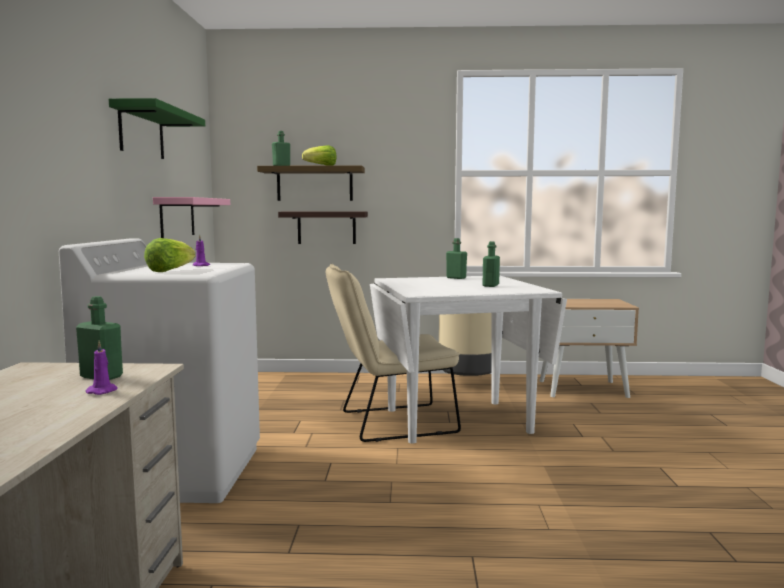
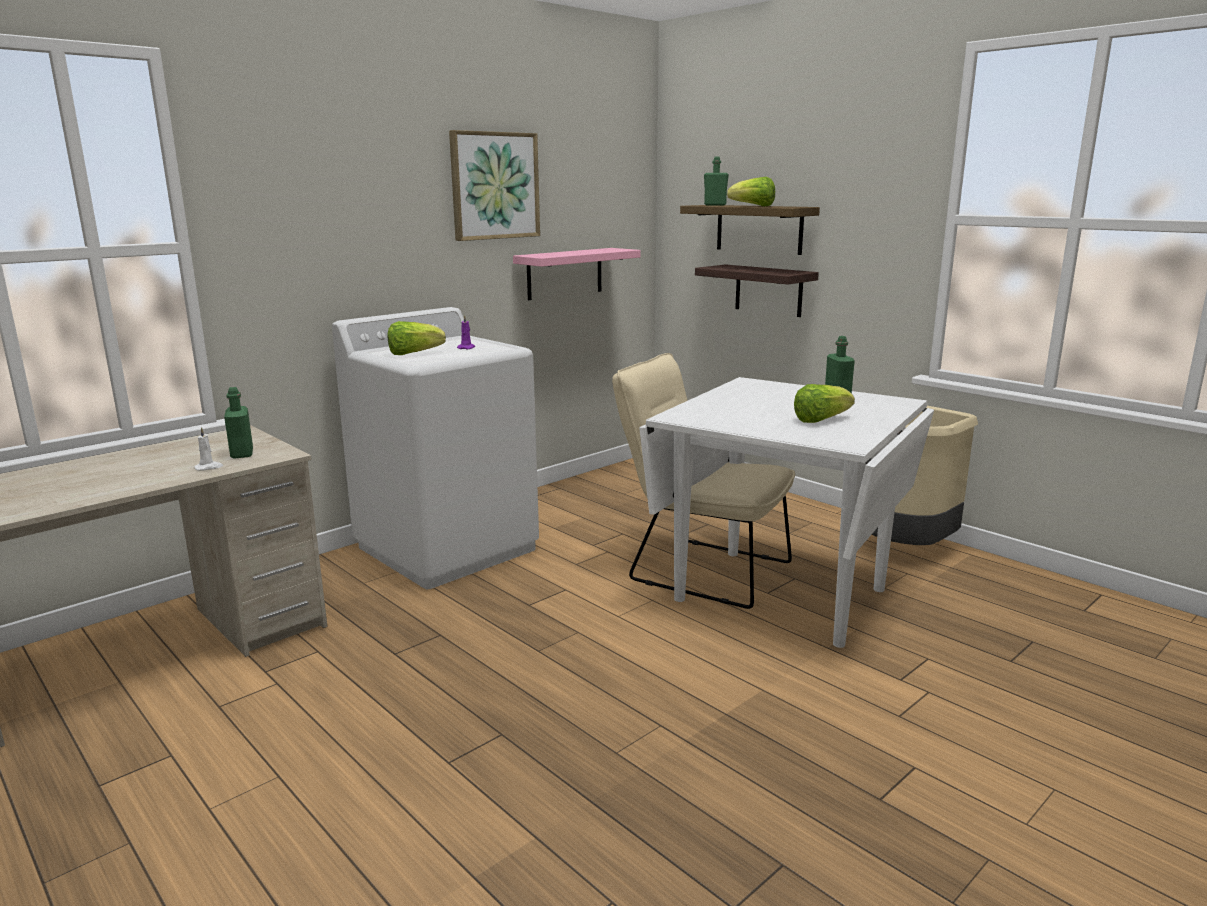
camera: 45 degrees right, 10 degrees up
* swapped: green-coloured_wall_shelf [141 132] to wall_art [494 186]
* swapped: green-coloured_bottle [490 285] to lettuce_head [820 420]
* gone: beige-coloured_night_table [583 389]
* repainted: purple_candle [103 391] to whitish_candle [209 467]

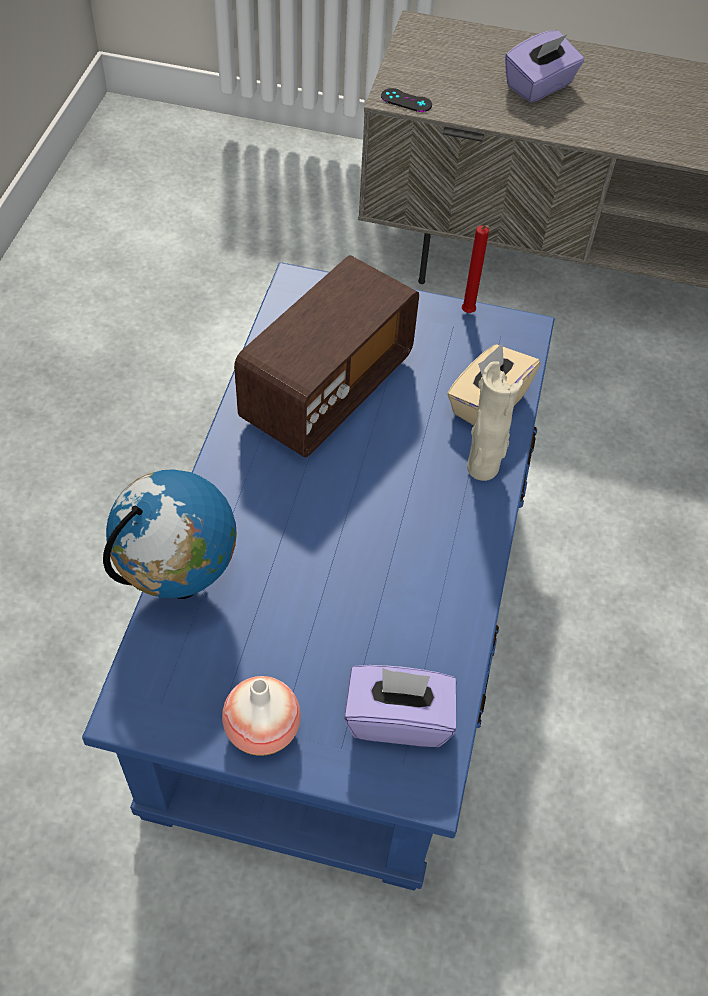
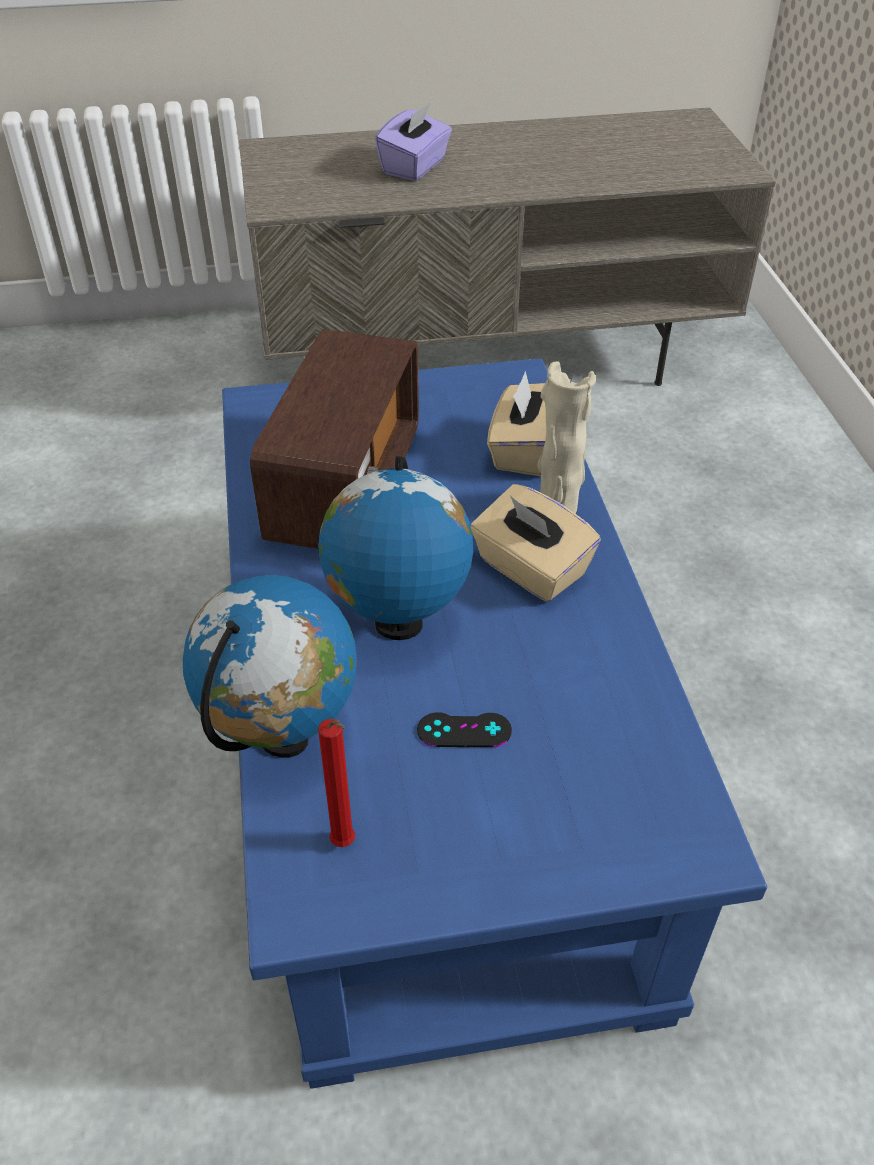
camera: 20 degrees left, 10 degrees down
* shifted: blackish_game_controller [406 100] to [464 730]
* shifted: red-coloured_candle [468 314] to [345 845]
* gone: purple_tissue_box [398 718]
* gone: flower_vase [262 729]
* new: desk_globe [398 624]
* new: beige-coloured_tissue_box [530 569]

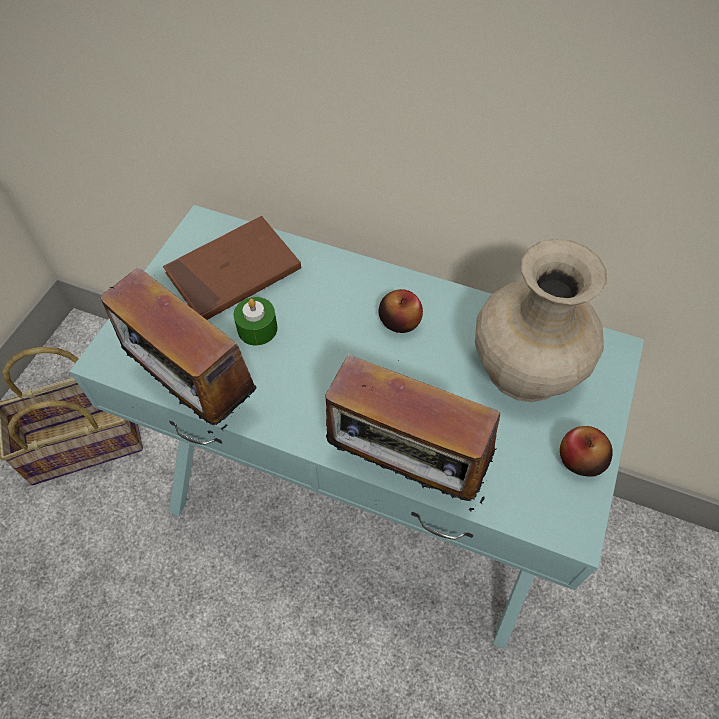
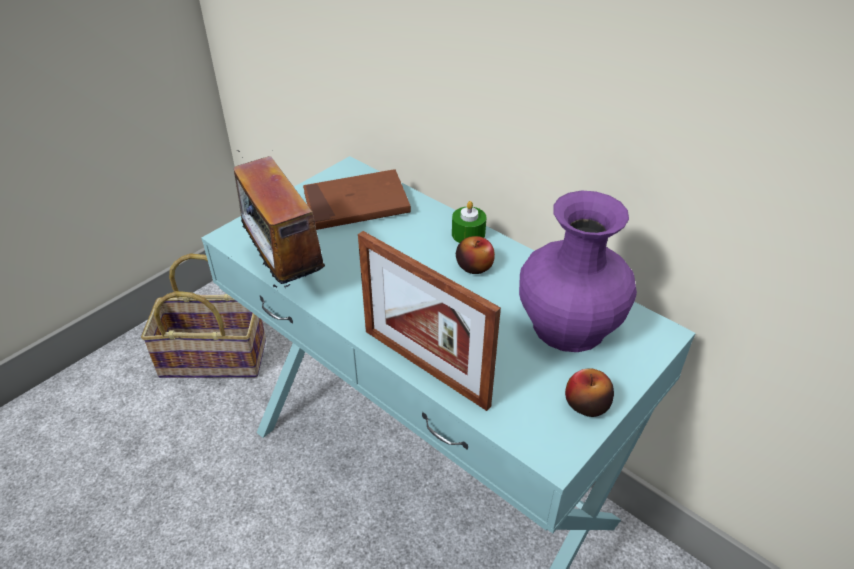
camera: 20 degrees right, 15 degrees down
* repainted: beige-coloured_flower_vase [527 369] to purple_flower_vase [570 326]
* shifted: green-coloured_candle [257 329] to [468 234]
* swapped: radio [405 468] to picture_frame [425 367]

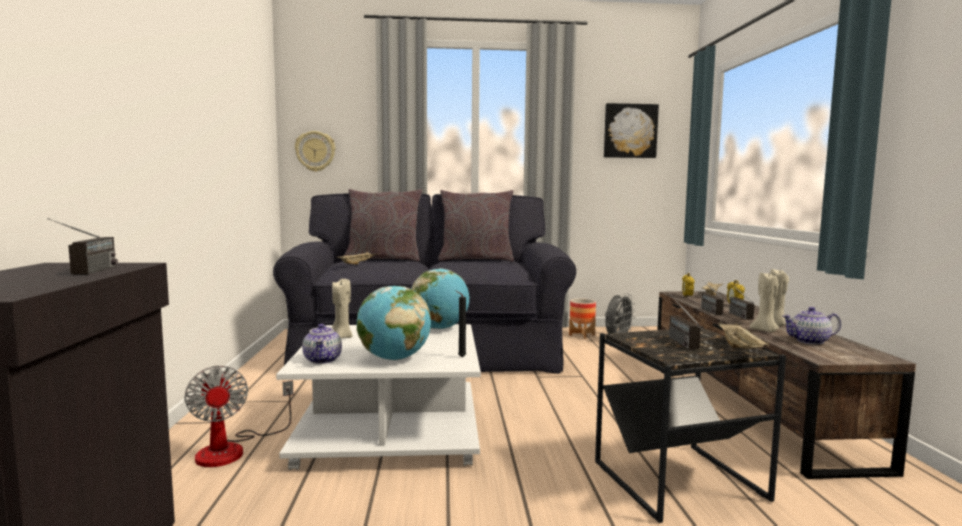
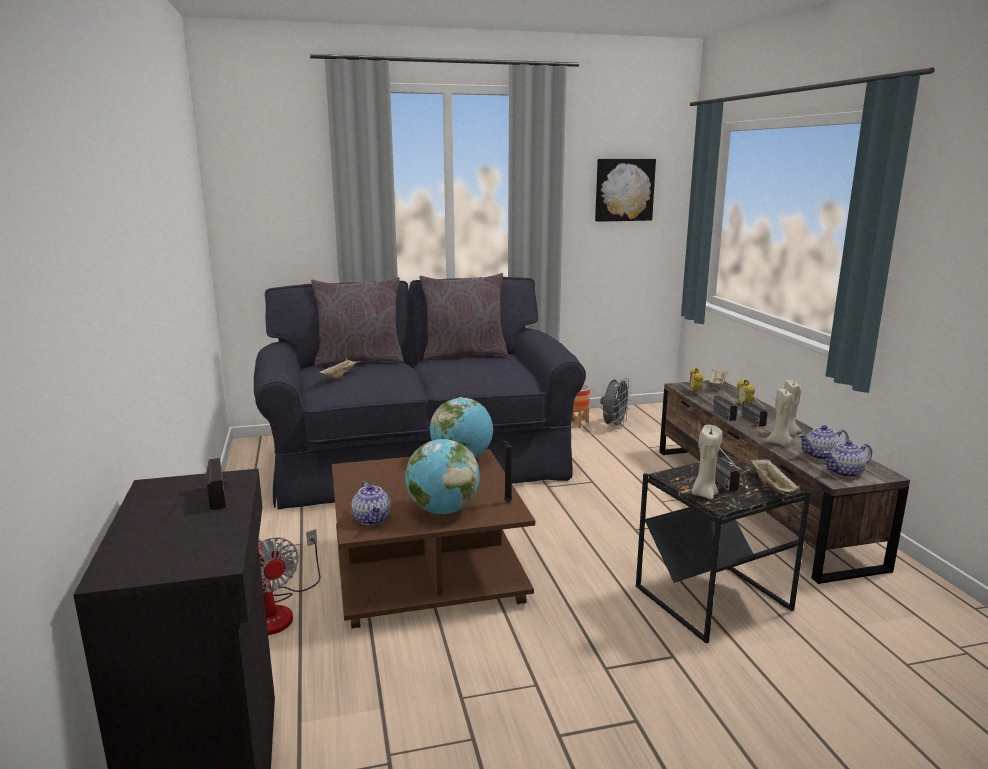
camera: 10 degrees left, 10 degrees up
* gone: hanging_clock [315 151]
* shifted: beige-coloured_candle [341 337] to [704 494]
* repainted: whitish_low_table [392 429] to brown-coloured_low_table [429 569]
* new: teapot [845 473]

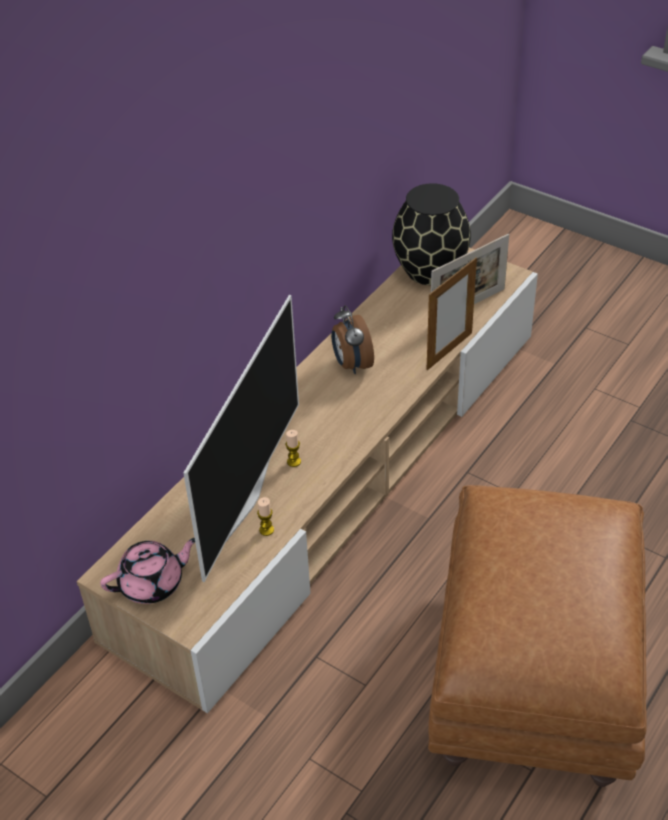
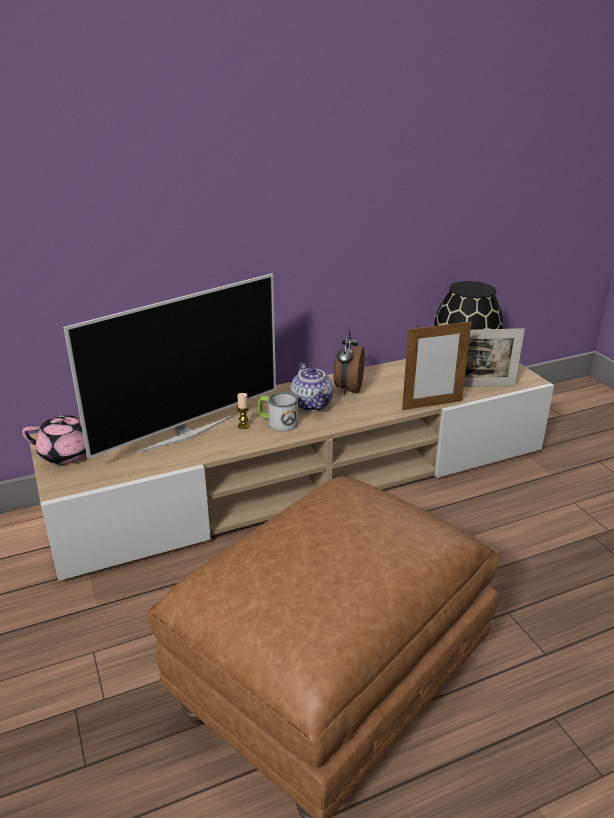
camera: 30 degrees right, 15 degrees down
* gone: candle [266 530]
* new: teapot [313 404]
* new: coffee_mug [278 422]

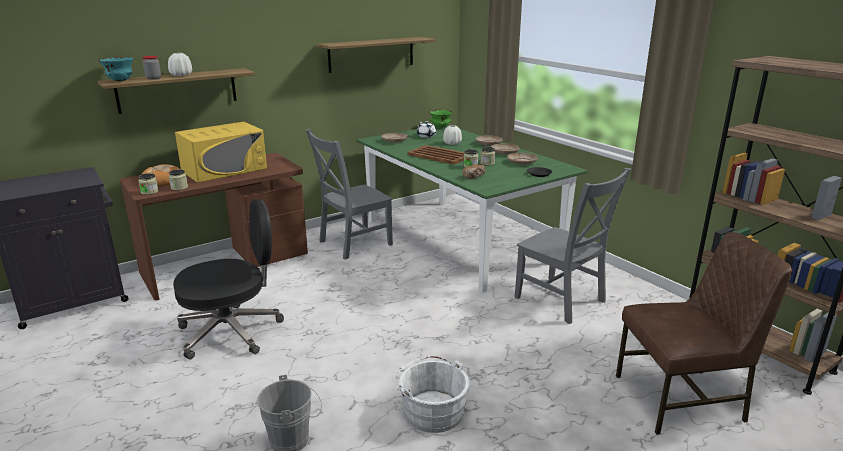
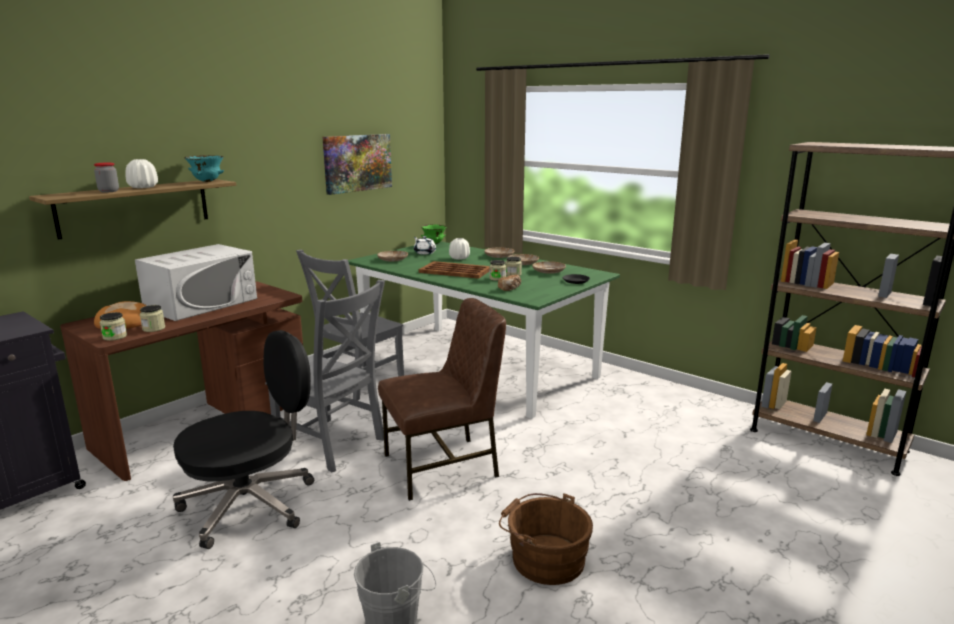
camera: 15 degrees left, 5 degrees down
* swapped: wall_shelf [371 54] to wall_art [357 163]
* shifted: blue-green_deep_dish [120 81] to [207 182]
* repainted: yellow-coloured_microwave_oven [224 169] to whitish_microwave_oven [202 304]
* shifted: greyish_upright_chair [562 301] to [333 445]
* shifted: brown-coloured_upright_chair [681 399] to [443 466]
* repainted: whitish_bucket [431 410] to brown-coloured_bucket [544 558]

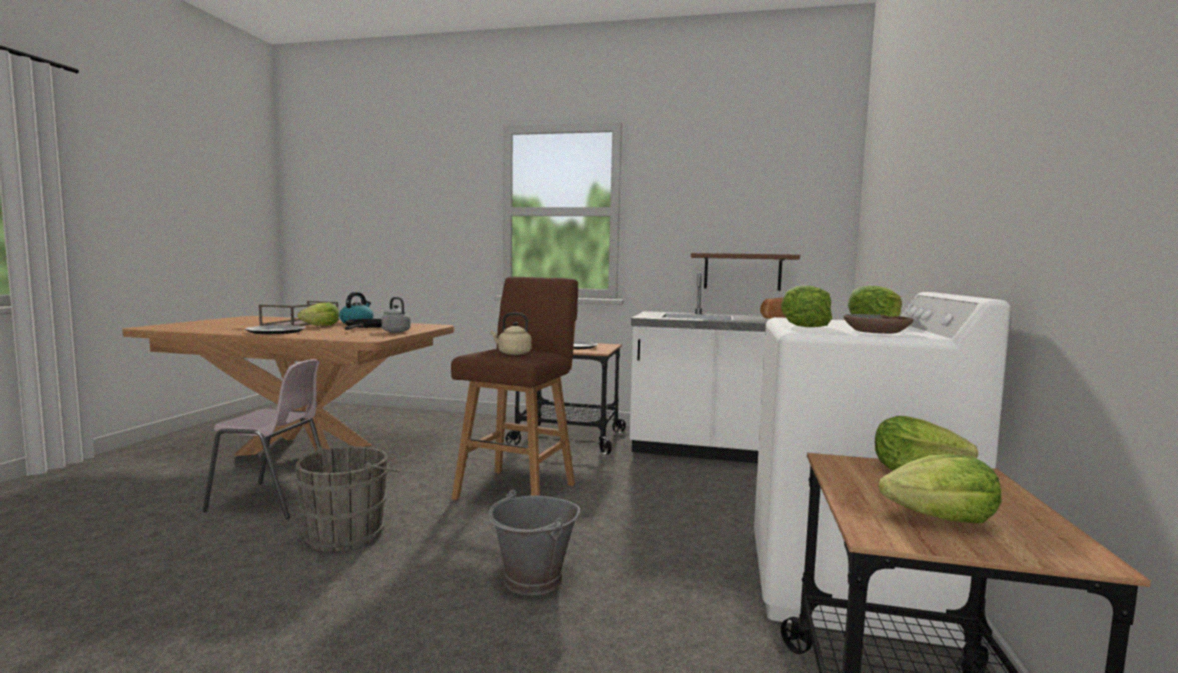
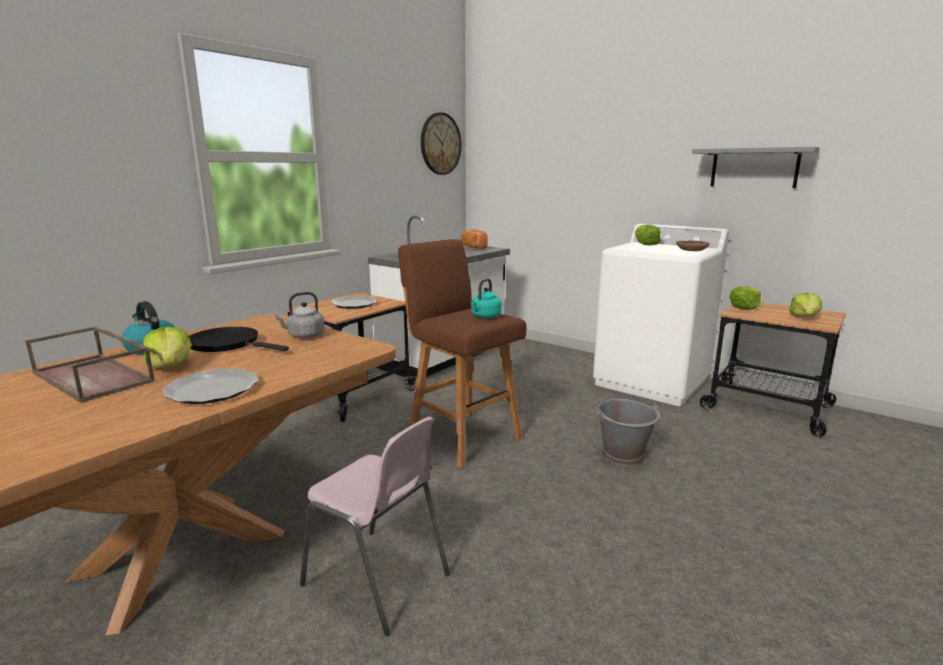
camera: 65 degrees left, 10 degrees up
* gone: brown-coloured_wall_shelf [742 272]
* gone: lettuce_head [803 326]
* repainted: beige-coloured_water_kettle [512 353] to blue-green_water_kettle [485 316]
* rotated: pinkish_upright_chair [272 501] = [377 580] 90 degrees clockwise
* gone: greyish_bucket [349 533]
* new: hanging_clock [440 144]
* new: greyish_wall_shelf [754 168]

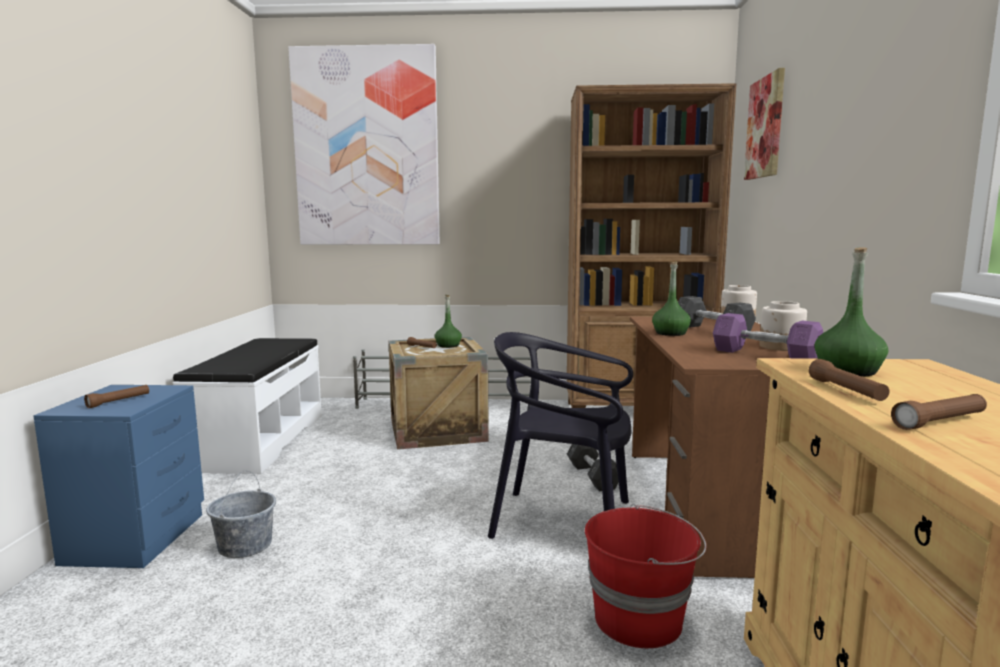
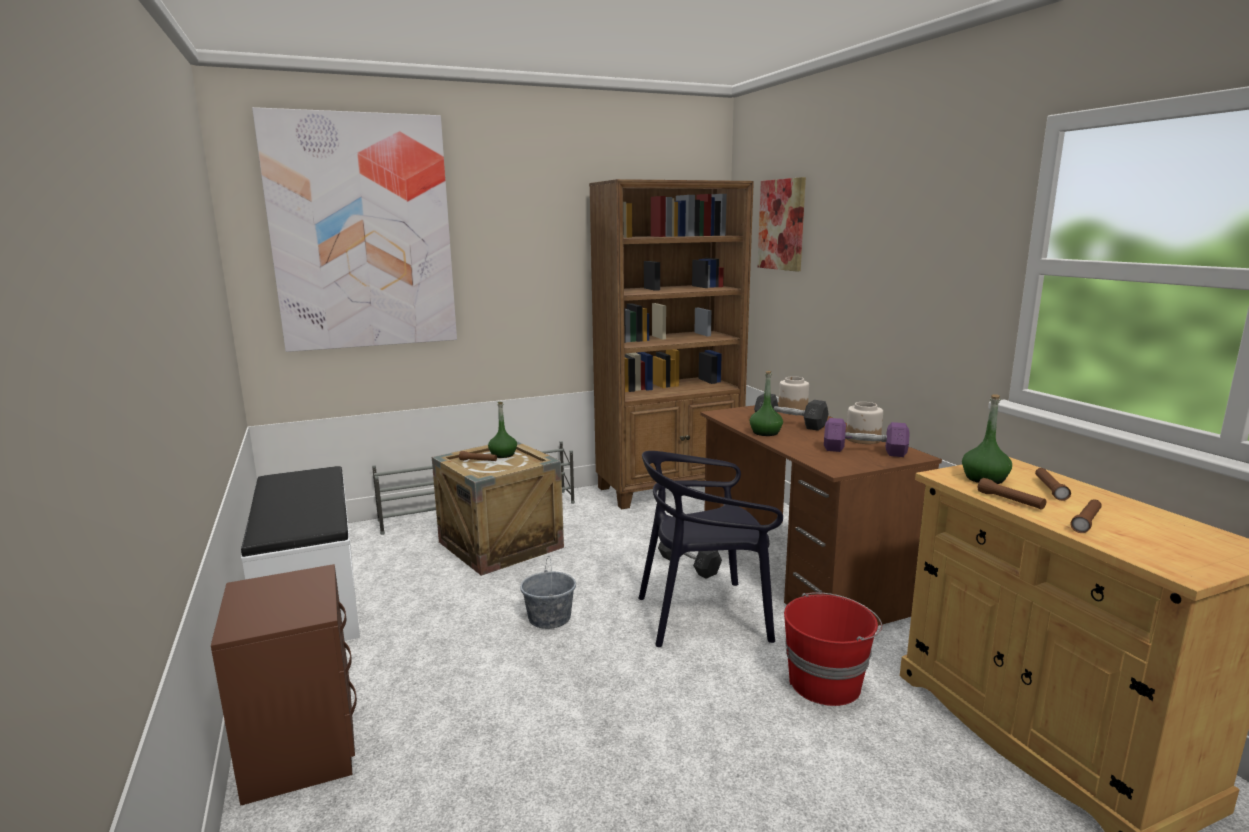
camera: 25 degrees left, 5 degrees up
* repainted: bluish_night_table [139 537] to brown-coloured_night_table [303 745]
* shifted: brown-coloured_torch [118 401] to [1050 489]
* shifted: greyish_bucket [245 545] to [549 617]

